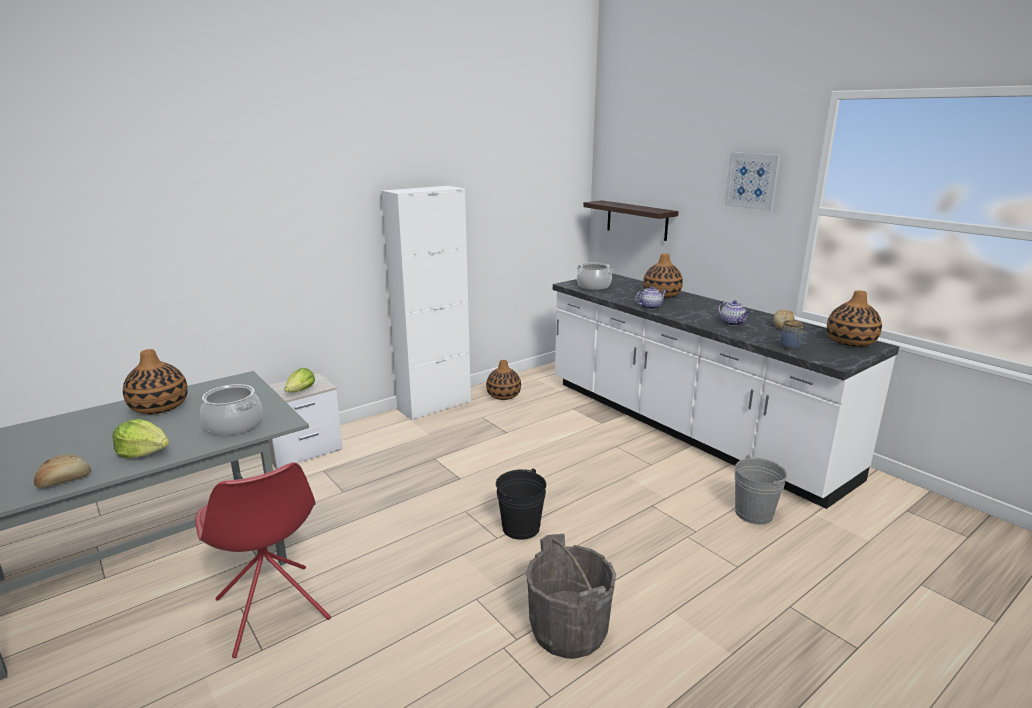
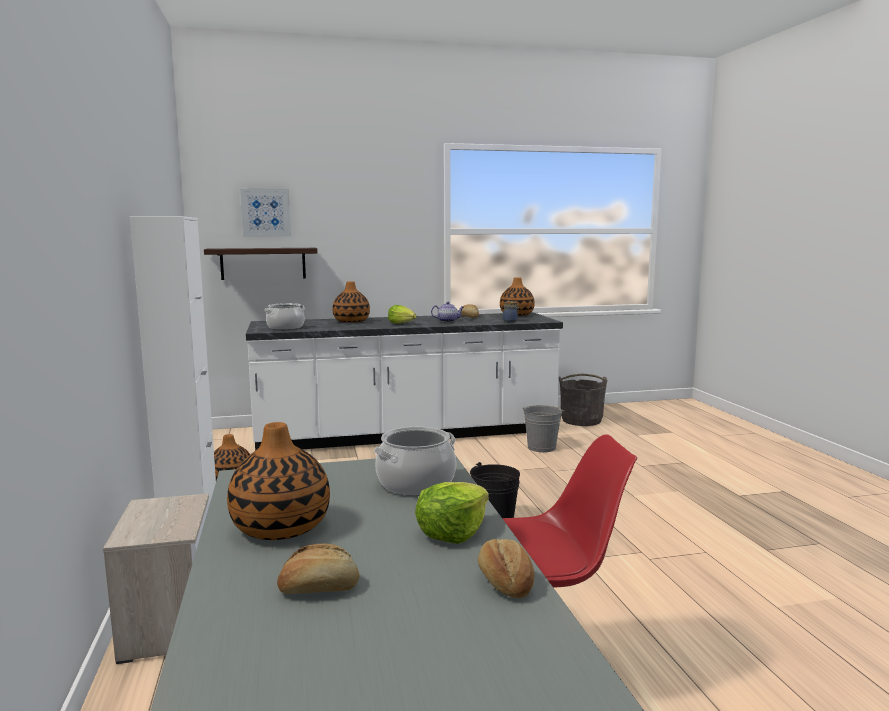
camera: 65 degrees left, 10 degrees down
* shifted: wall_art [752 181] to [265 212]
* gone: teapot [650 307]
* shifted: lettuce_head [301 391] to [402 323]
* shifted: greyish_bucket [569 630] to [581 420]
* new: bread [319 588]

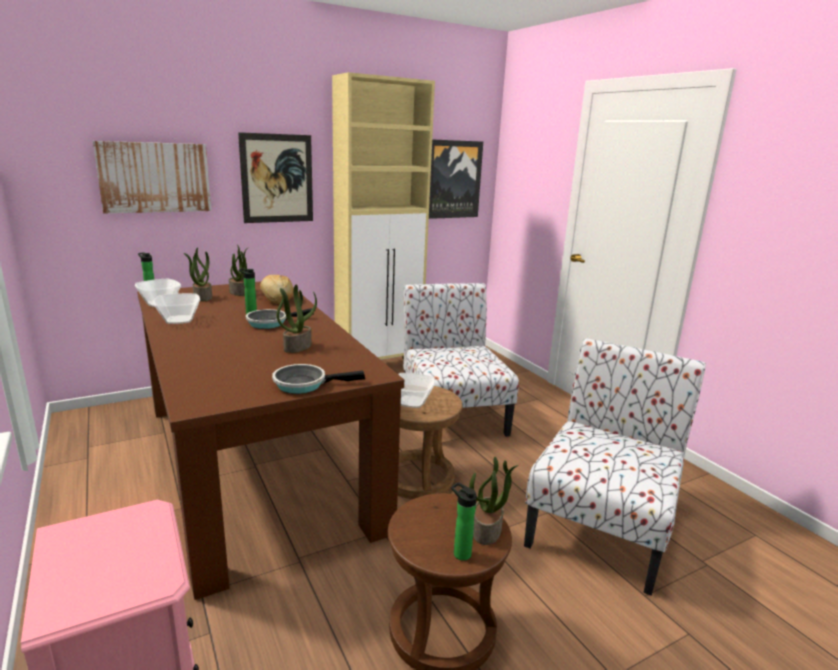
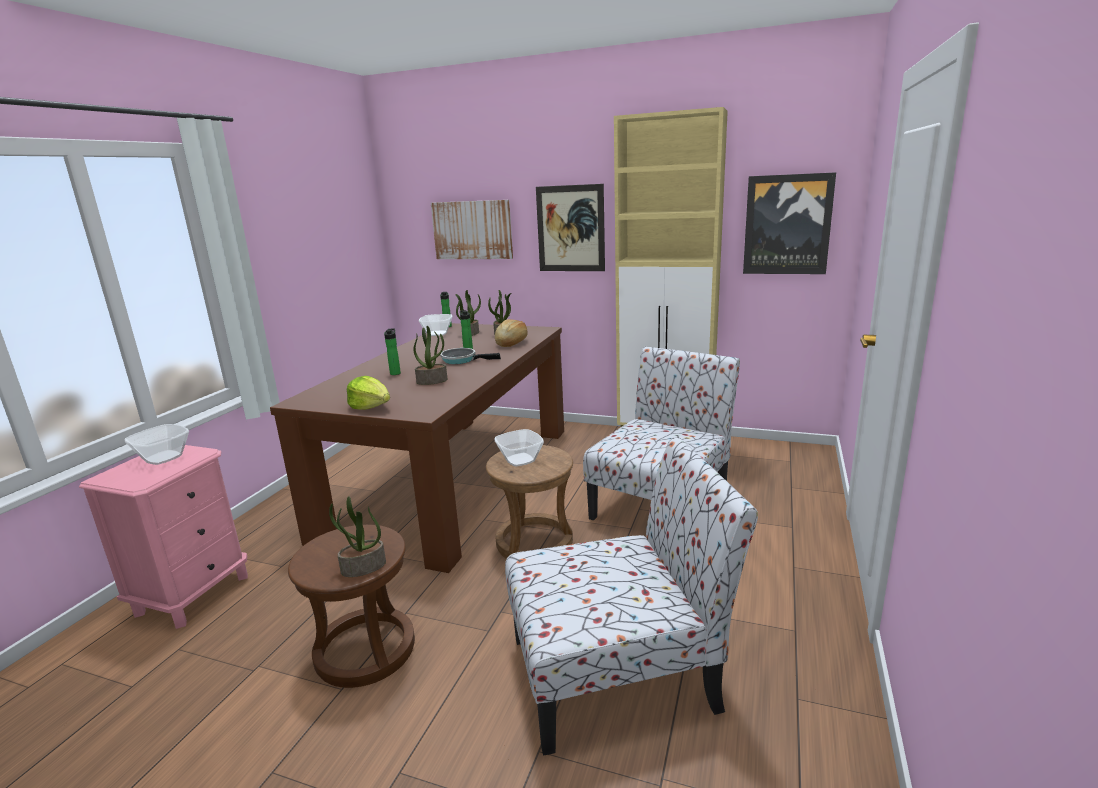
camera: 50 degrees right, 0 degrees up
* shifted: deep_dish [179 320] to [163 458]
* swapped: skillet [304 384] to lettuce_head [370 407]
* shifted: bottle [459 553] to [395 373]

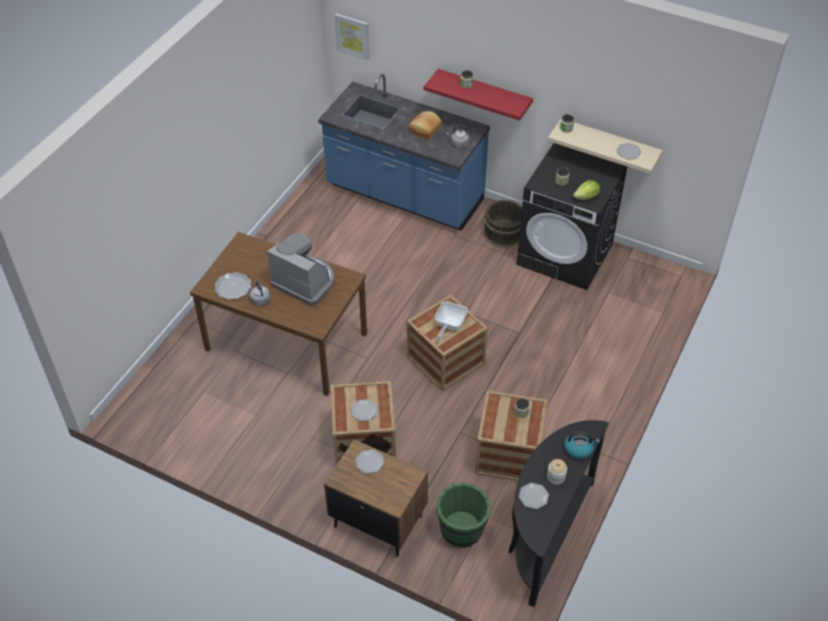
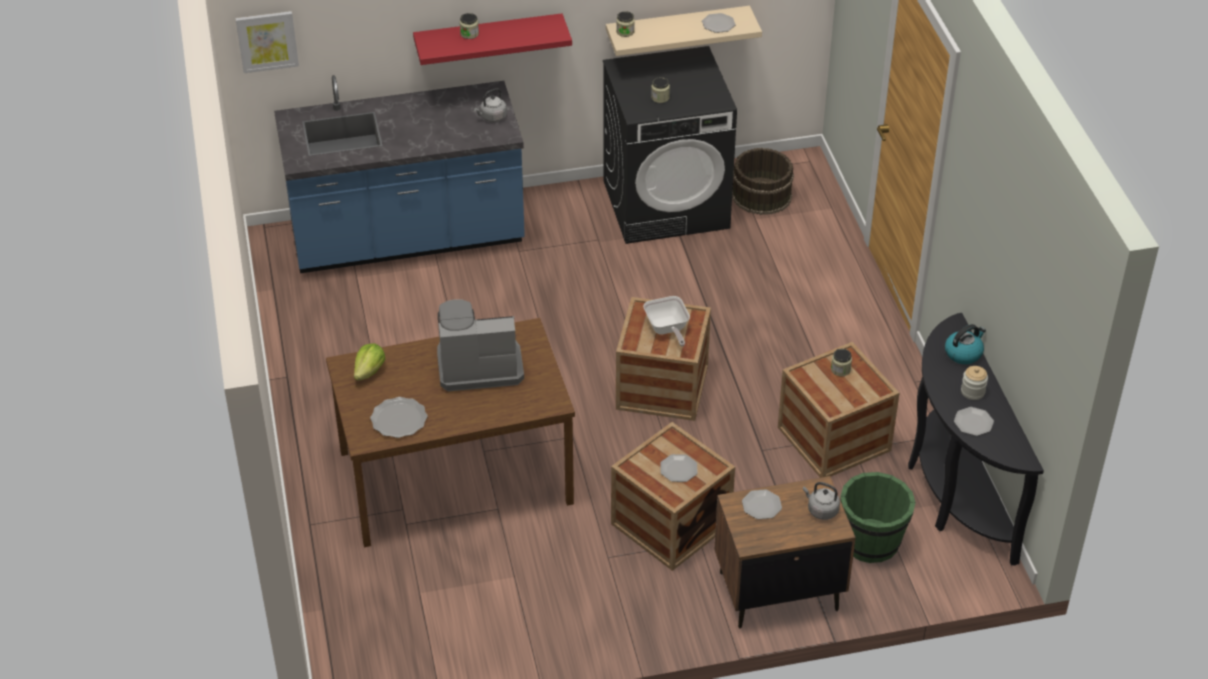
camera: 40 degrees left, 5 degrees down
* gone: bread [424 129]
* shifted: lettuce_head [586 197] to [370 371]
* shifted: brown-coloured_bucket [503 232] to [761 196]
* shifted: greyish_water_kettle [260 299] to [821 510]

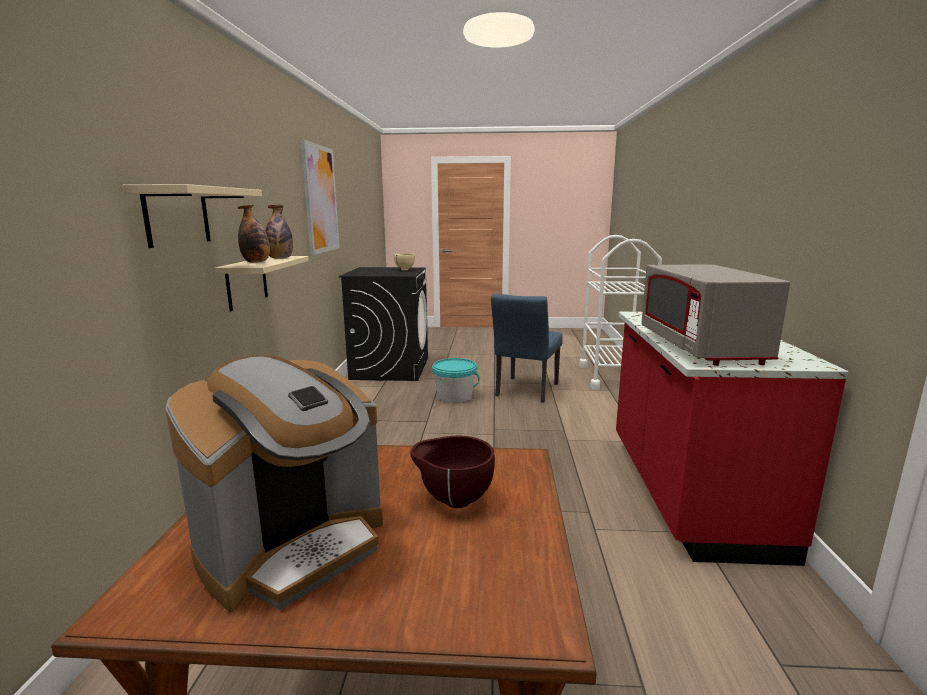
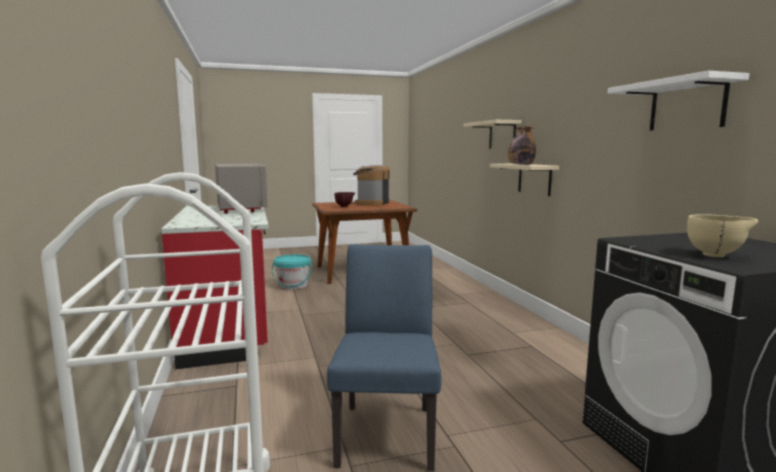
camera: 160 degrees right, 5 degrees down
* swapped: wall_art [320 199] to whitish_wall_shelf [687 105]
* shifted: blue-green_bucket [454 397] to [293 285]

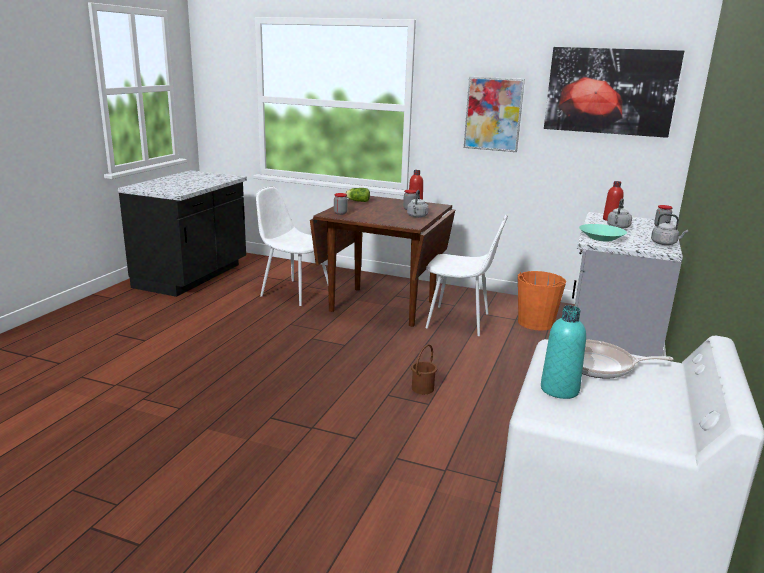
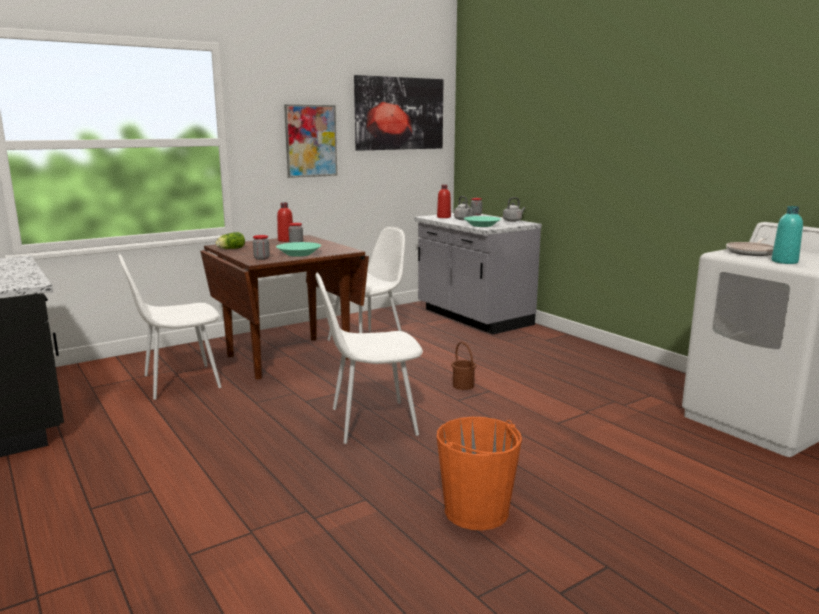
camera: 55 degrees left, 5 degrees down
* gone: greyish_water_kettle [417 216]
* shifted: orangey_bucket [535 323] to [476 511]
* new: blue-green_deep_dish [299 254]
* new: whitish_upright_chair [370 422]

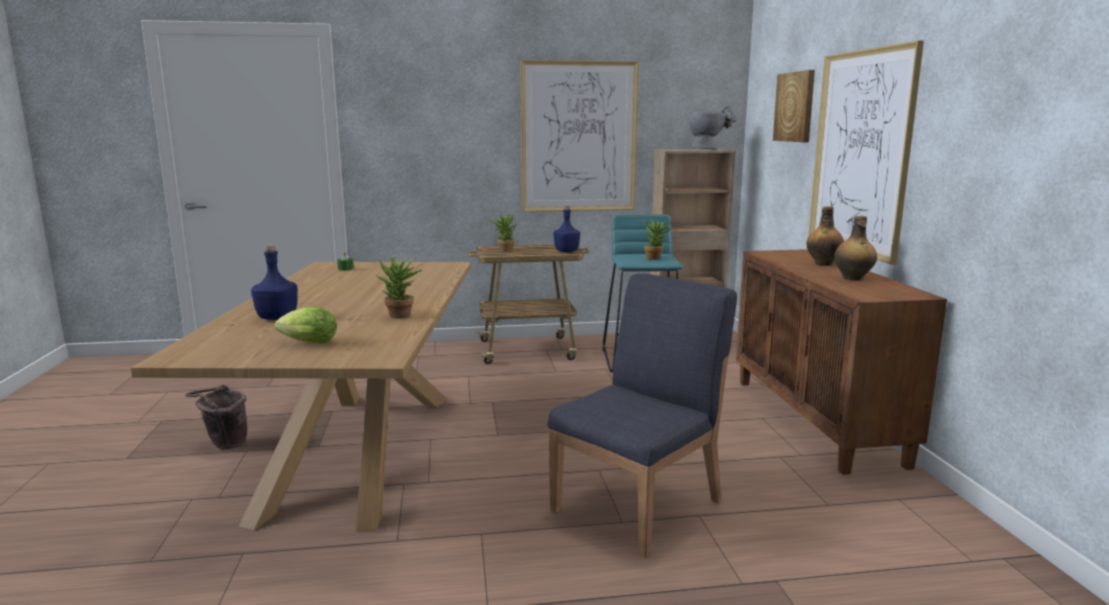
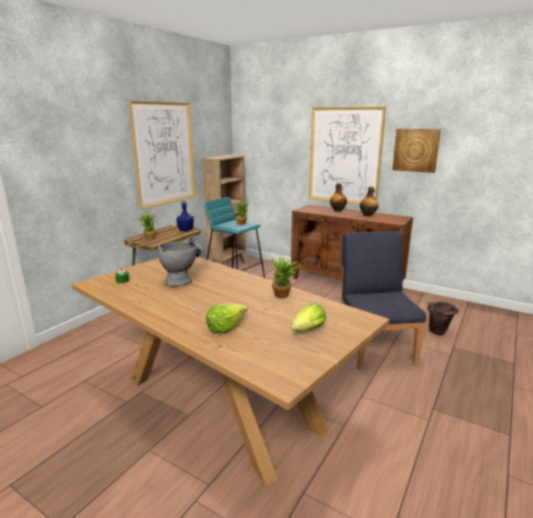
camera: 50 degrees left, 5 degrees up
* shifted: wall_art [795 107] to [416 150]
* shifted: greyish_flower_vase [709 149] to [182 280]
* swapped: bluish_bottle [277 317] to lettuce_head [226 327]
* shifted: brown-coloured_bucket [224 445] to [438 333]

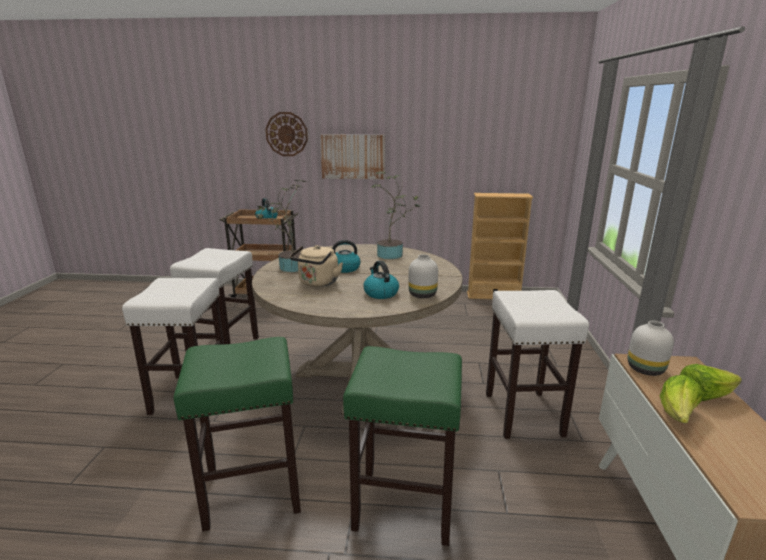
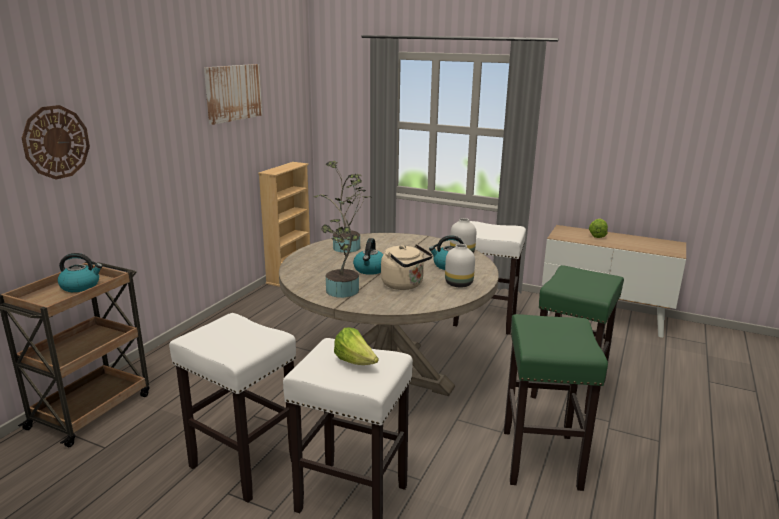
camera: 70 degrees left, 0 degrees up
* shifted: wall_art [353 156] to [233 93]
* shifted: whitish_flower_vase [646 369] to [459 284]
* shifted: lettuce_head [677 415] to [355 362]

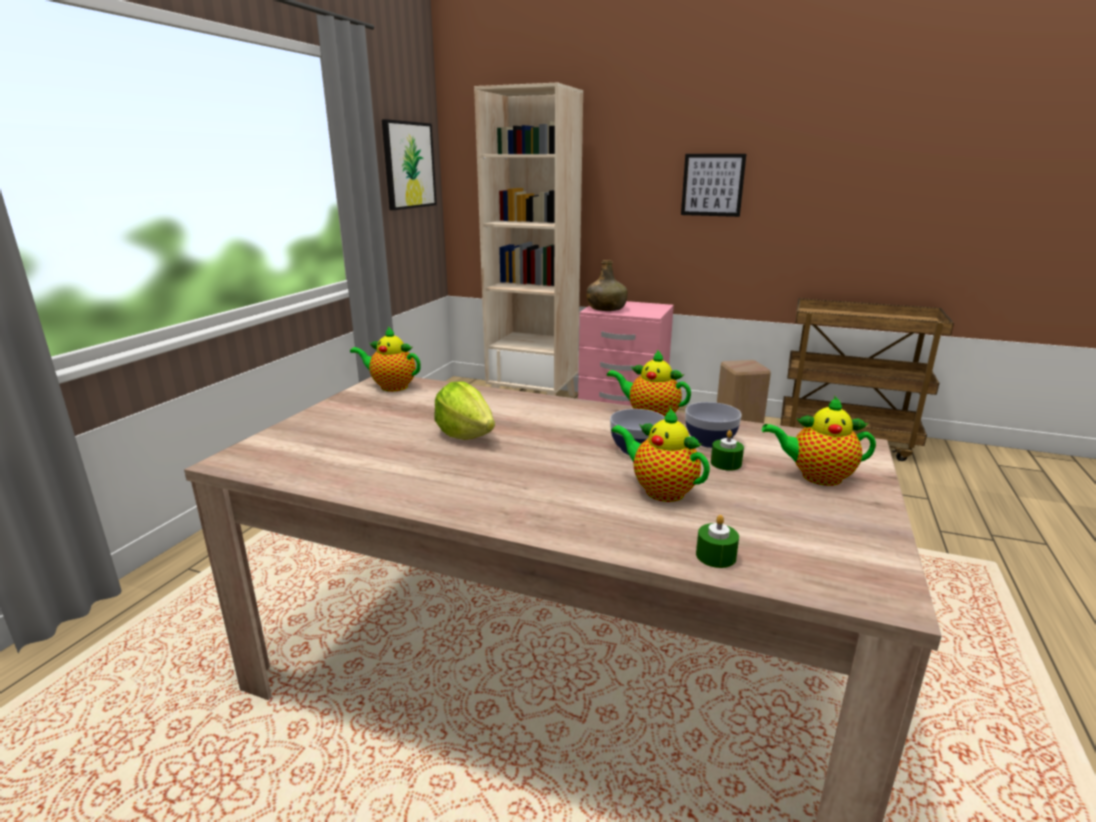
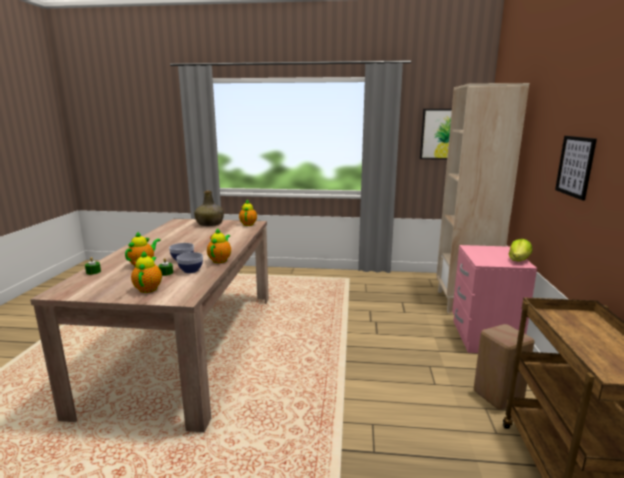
camera: 75 degrees right, 5 degrees down
* shifted: green-coloured_bottle [606 308] to [210 224]
* shifted: lettuce_head [465 434] to [518 260]

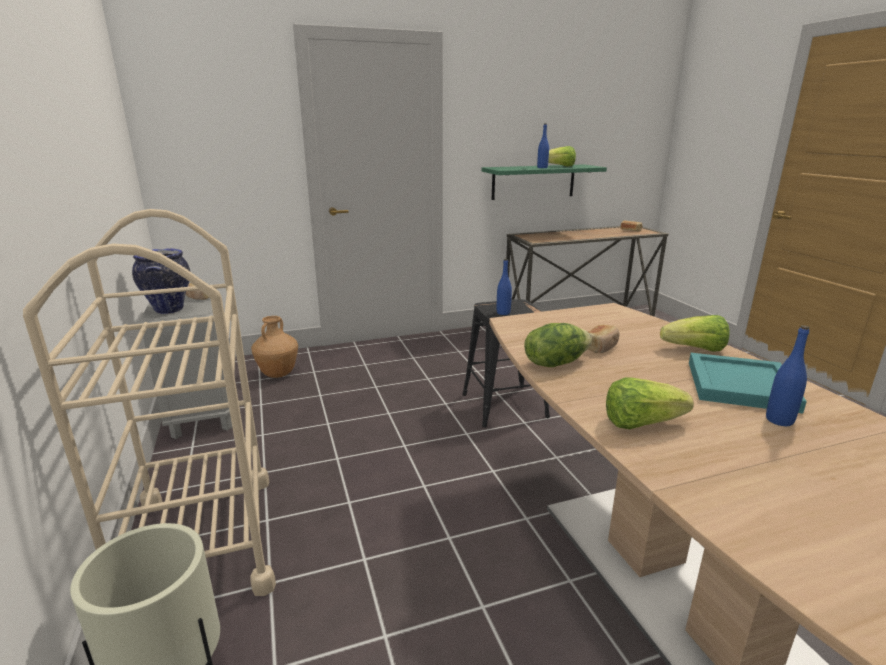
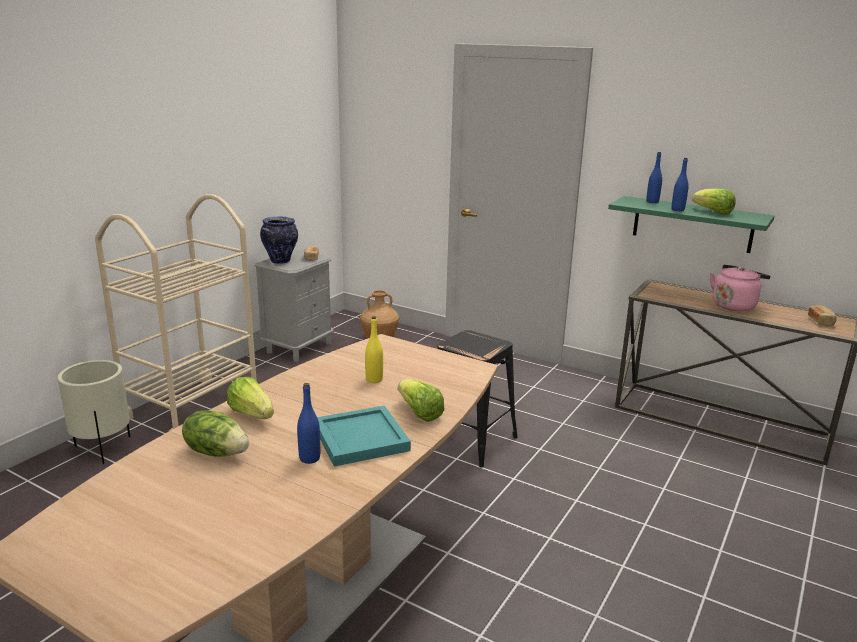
camera: 50 degrees right, 0 degrees up
* shifted: bluish_bottle [503 313] to [652 202]
* shifted: lettuce_head [555 363] to [217 451]
* swapped: bread [601 346] to yellow-coloured_bottle [374 379]
* new: pinkish_water_kettle [734 305]

